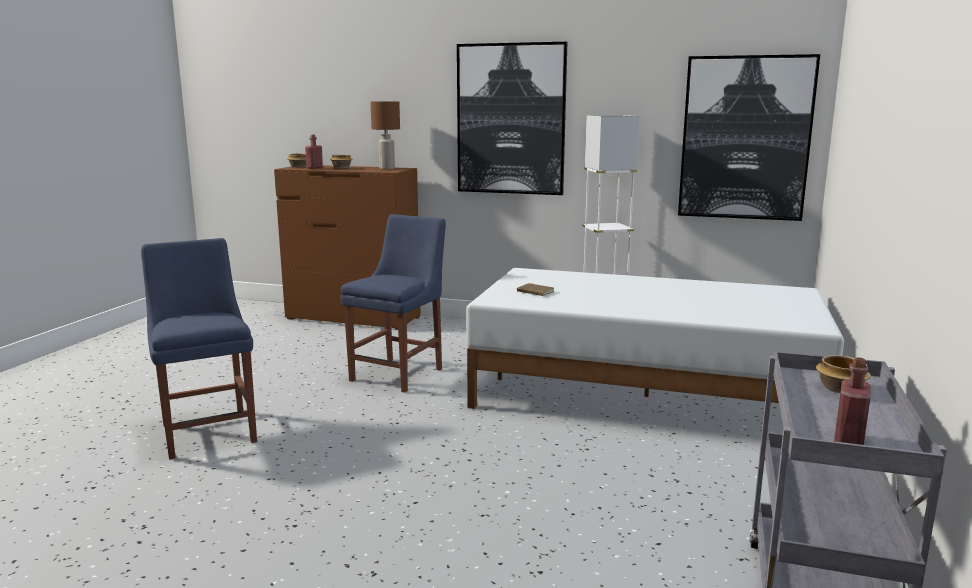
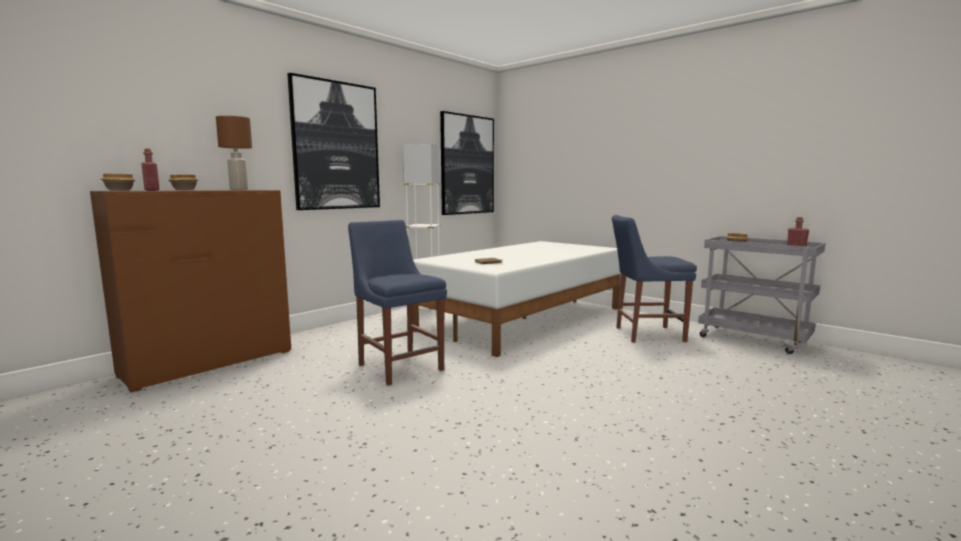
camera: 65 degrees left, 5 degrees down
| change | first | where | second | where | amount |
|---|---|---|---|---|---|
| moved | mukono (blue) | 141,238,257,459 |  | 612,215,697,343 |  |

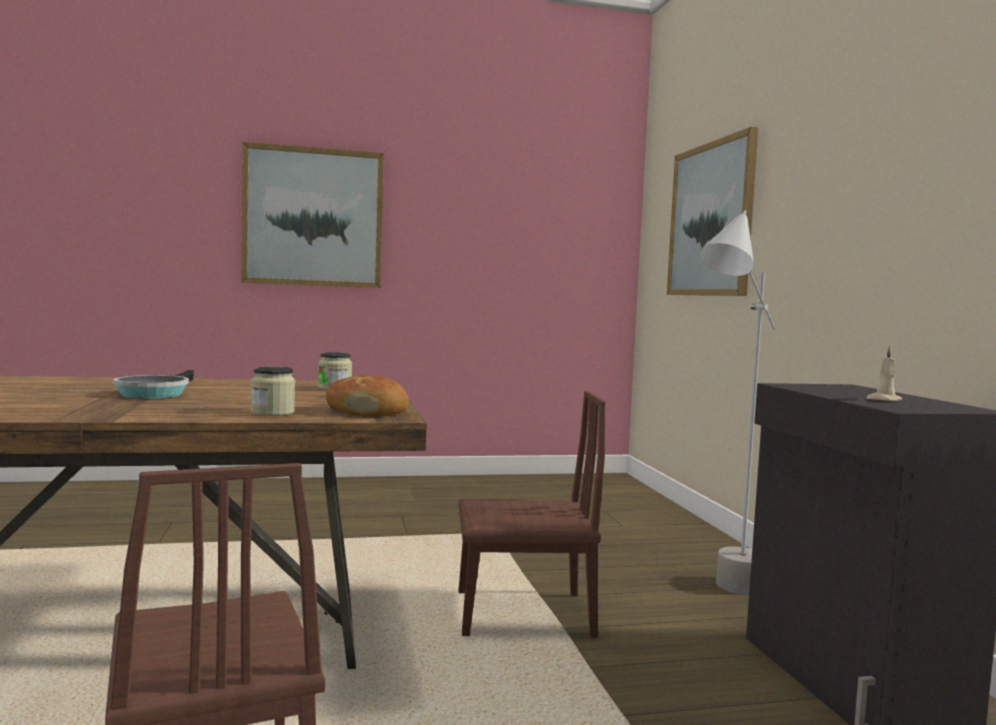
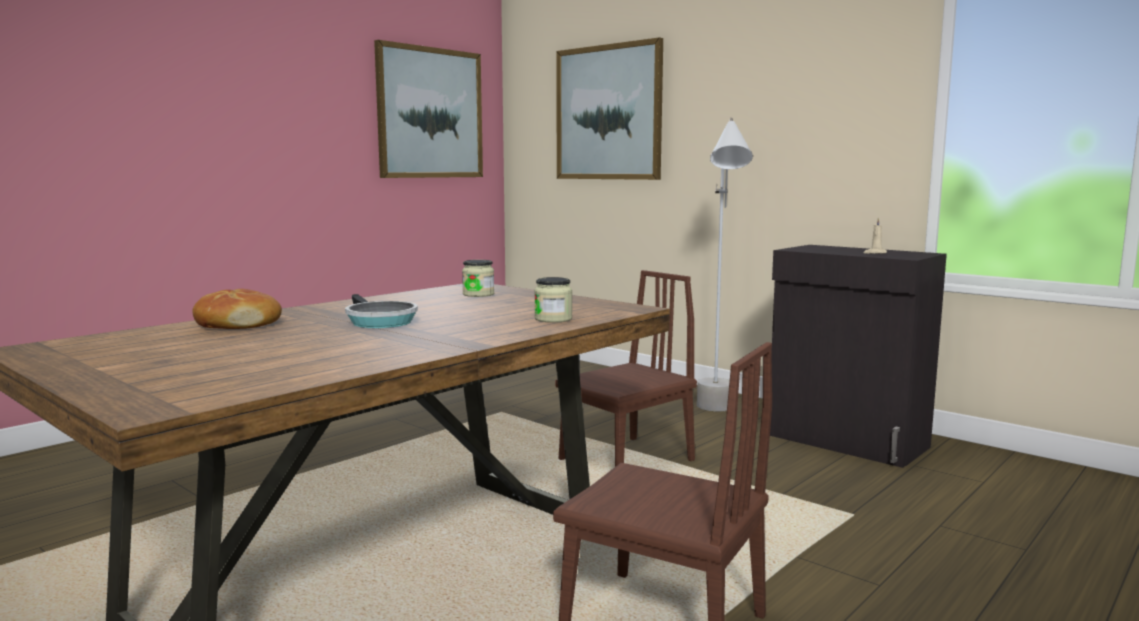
camera: 35 degrees left, 5 degrees up
| change | first | where | second | where | amount |
|---|---|---|---|---|---|
| moved | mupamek | 241,142,384,288 |  | 374,40,483,178 |  |
| moved | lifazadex | 326,375,409,416 |  | 192,289,282,329 |  |

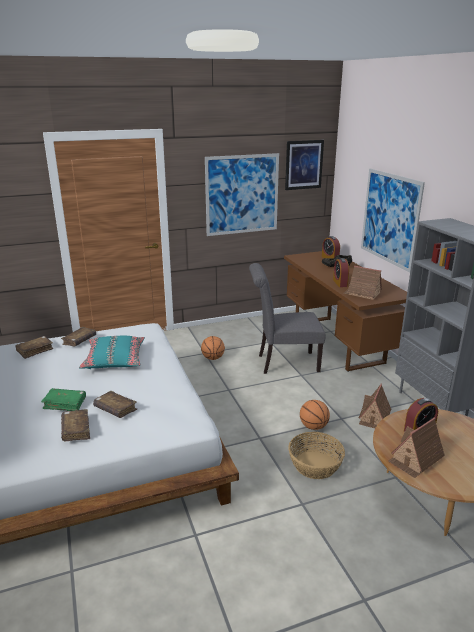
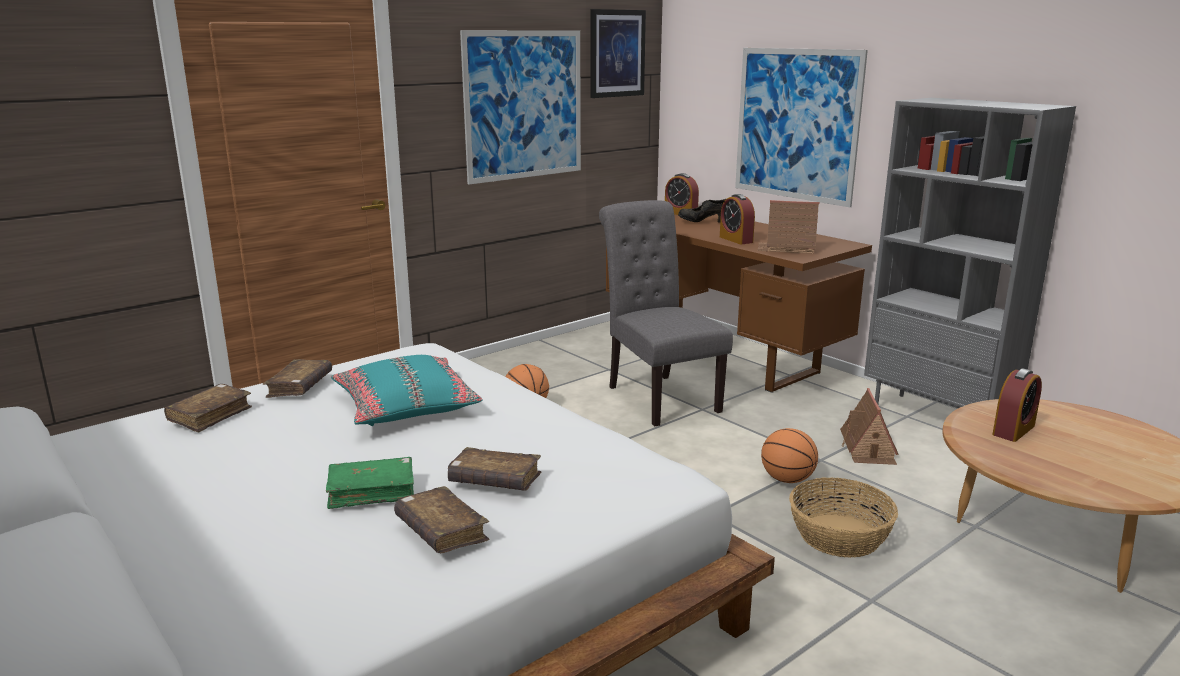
camera: 20 degrees left, 5 degrees down
| change | first | where | second | where | amount |
|---|---|---|---|---|---|
| turned | mukono (grey) | 249,263,326,374 |  | 599,200,733,426 | 90 degrees clockwise |
| removed | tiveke | 388,417,445,478 |  |  |  |

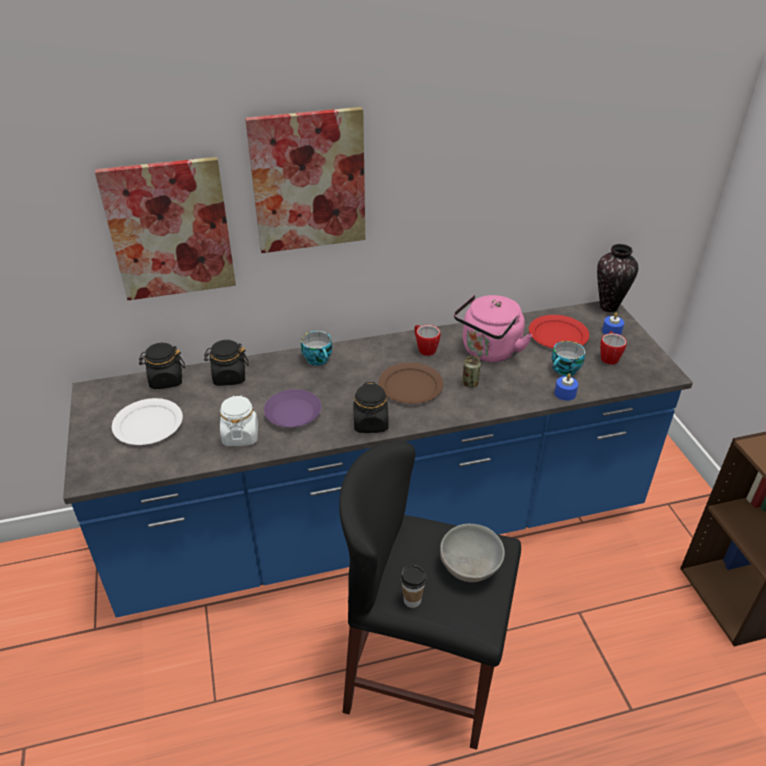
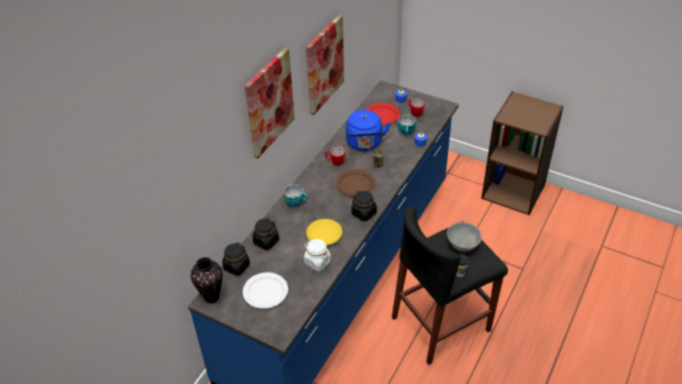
camera: 45 degrees left, 5 degrees up
| change | first | where | second | where | amount |
|---|---|---|---|---|---|
| moved | mupamek | 95,157,236,300 |  | 306,15,344,115 |  |
| recoloured | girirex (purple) | 264,389,321,427 | girirex (yellow) | 306,219,342,245 |  |
| recoloured | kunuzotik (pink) | 454,295,532,362 | kunuzotik (blue) | 346,110,390,151 |  |
| moved | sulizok | 597,244,638,312 |  | 191,257,223,303 |  |

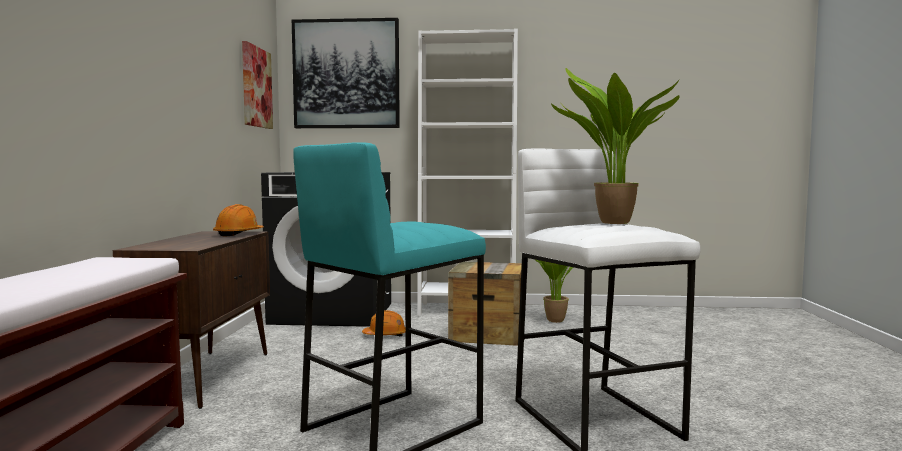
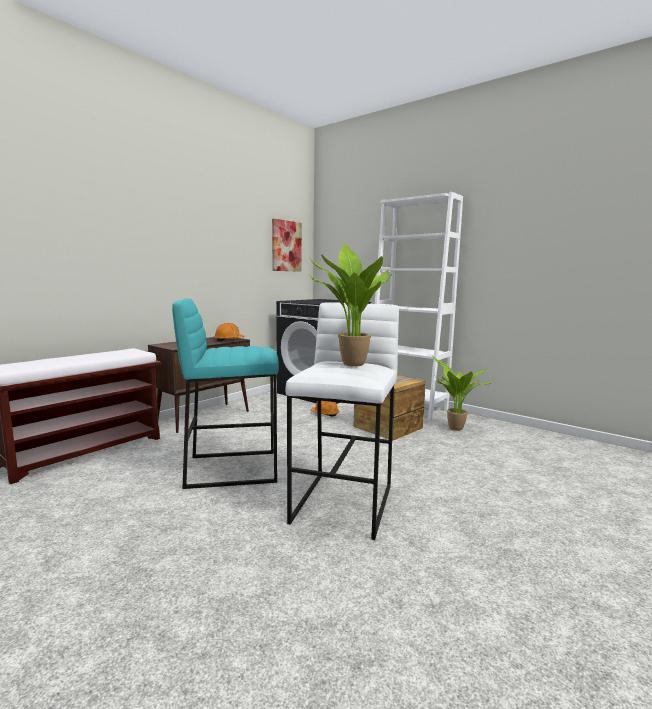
camera: 35 degrees right, 5 degrees up
| change | first | where | second | where | amount |
|---|---|---|---|---|---|
| removed | mupamek | 292,18,400,128 |  |  |  |

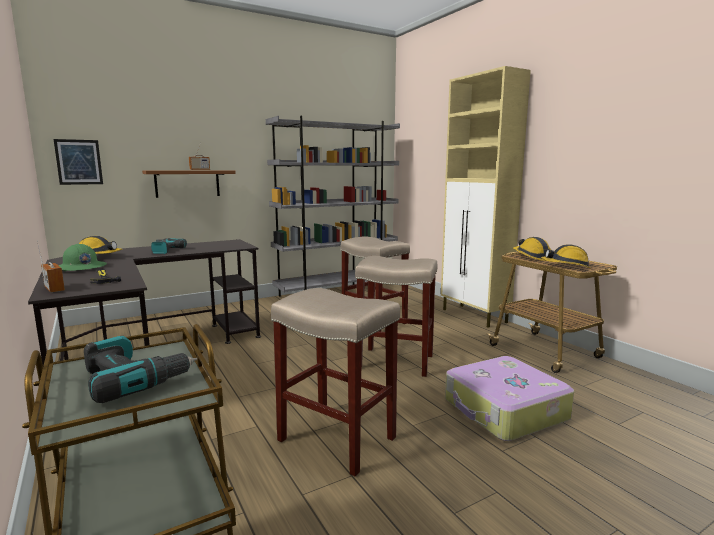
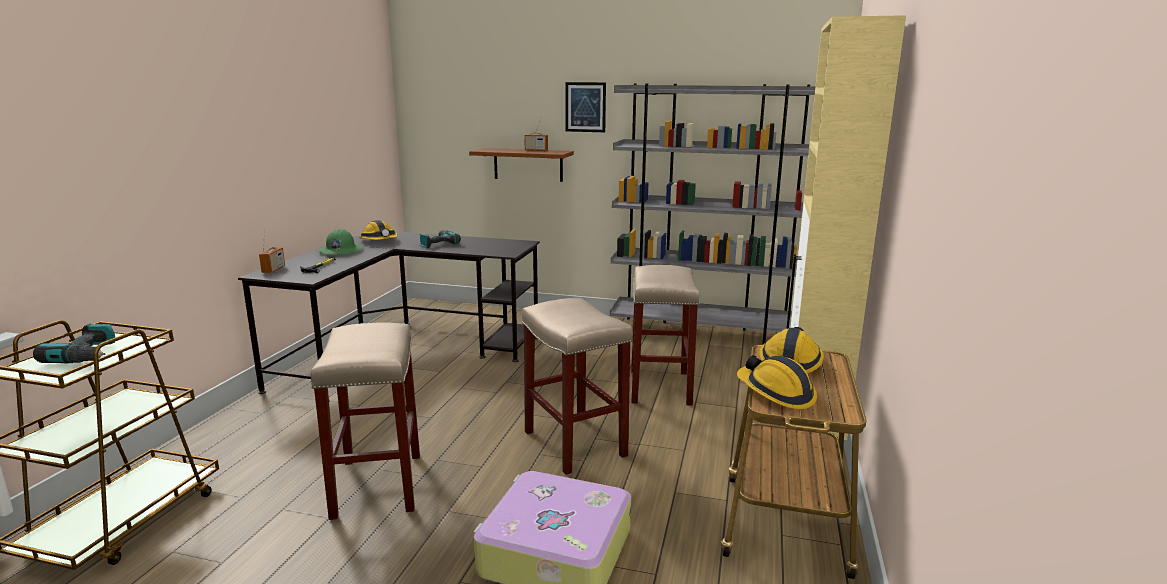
camera: 45 degrees right, 5 degrees up
| change | first | where | second | where | amount |
|---|---|---|---|---|---|
| moved | mupamek | 54,139,103,185 |  | 565,82,606,132 |  |

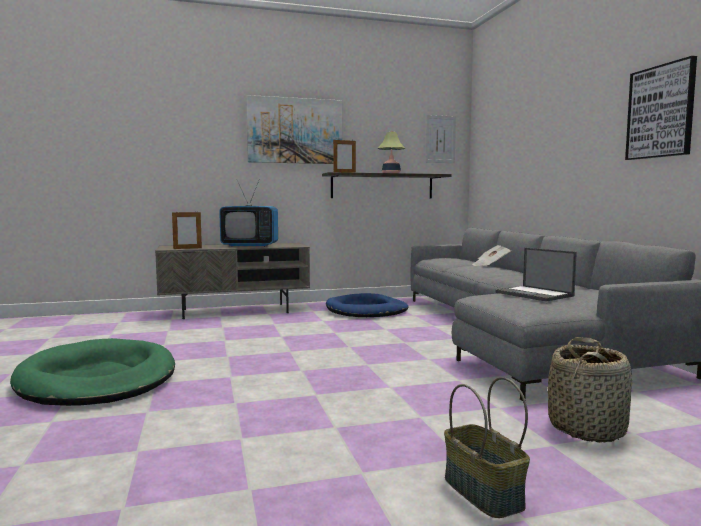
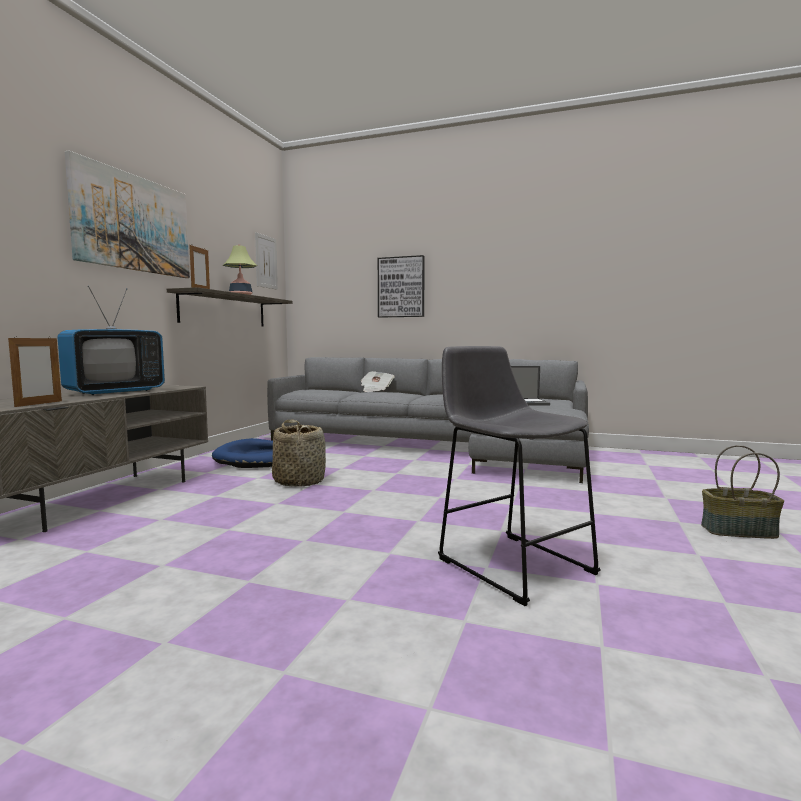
camera: 55 degrees left, 0 degrees up
| change | first | where | second | where | amount |
|---|---|---|---|---|---|
| removed | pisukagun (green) | 10,338,175,406 |  |  |  |
| moved | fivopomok | 548,337,632,443 |  | 272,420,326,487 |  |
| moved | mupamek | 625,56,697,160 |  | 378,255,425,318 |  |
| added |  |  | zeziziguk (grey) | 438,346,601,606 |  |

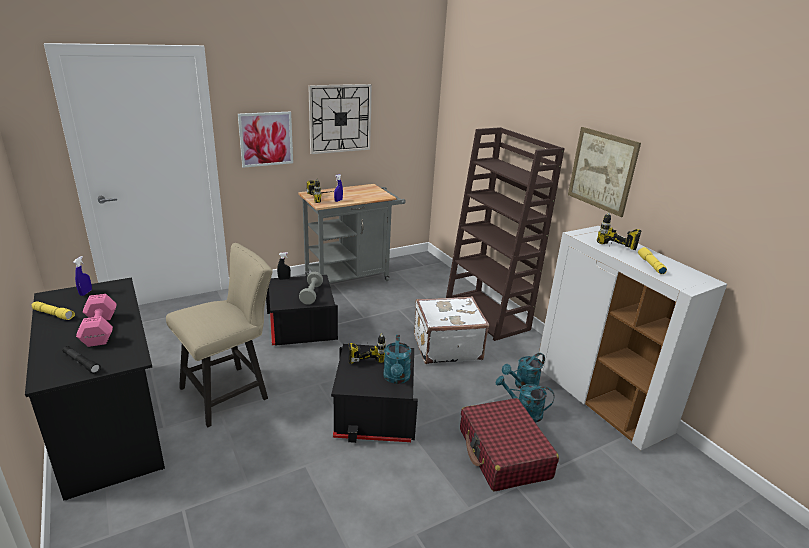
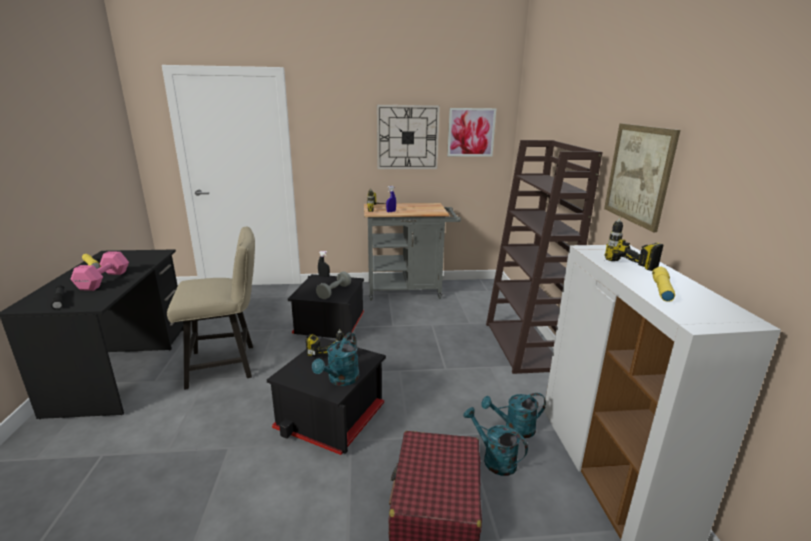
camera: 25 degrees right, 5 degrees down
| change | first | where | second | where | amount |
|---|---|---|---|---|---|
| removed | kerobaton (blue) | 73,256,92,296 |  |  |  |
| moved | mupamek | 238,112,293,168 |  | 447,108,496,156 |  |
| removed | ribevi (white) | 414,296,489,364 |  |  |  |

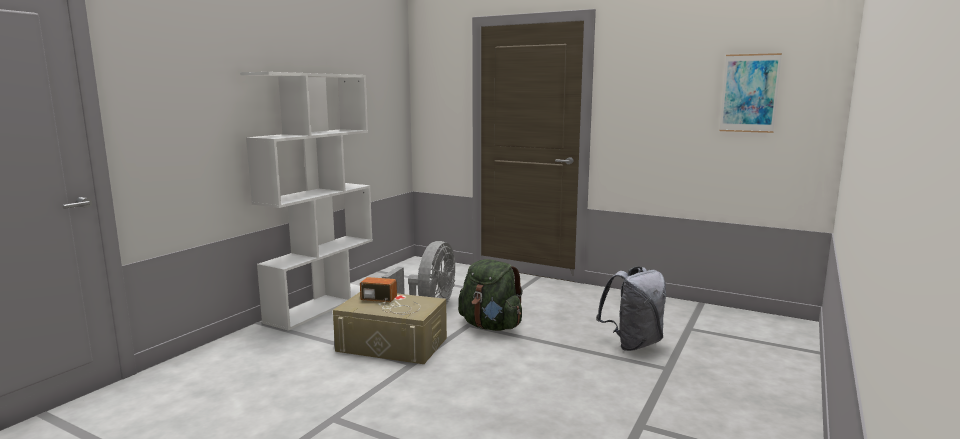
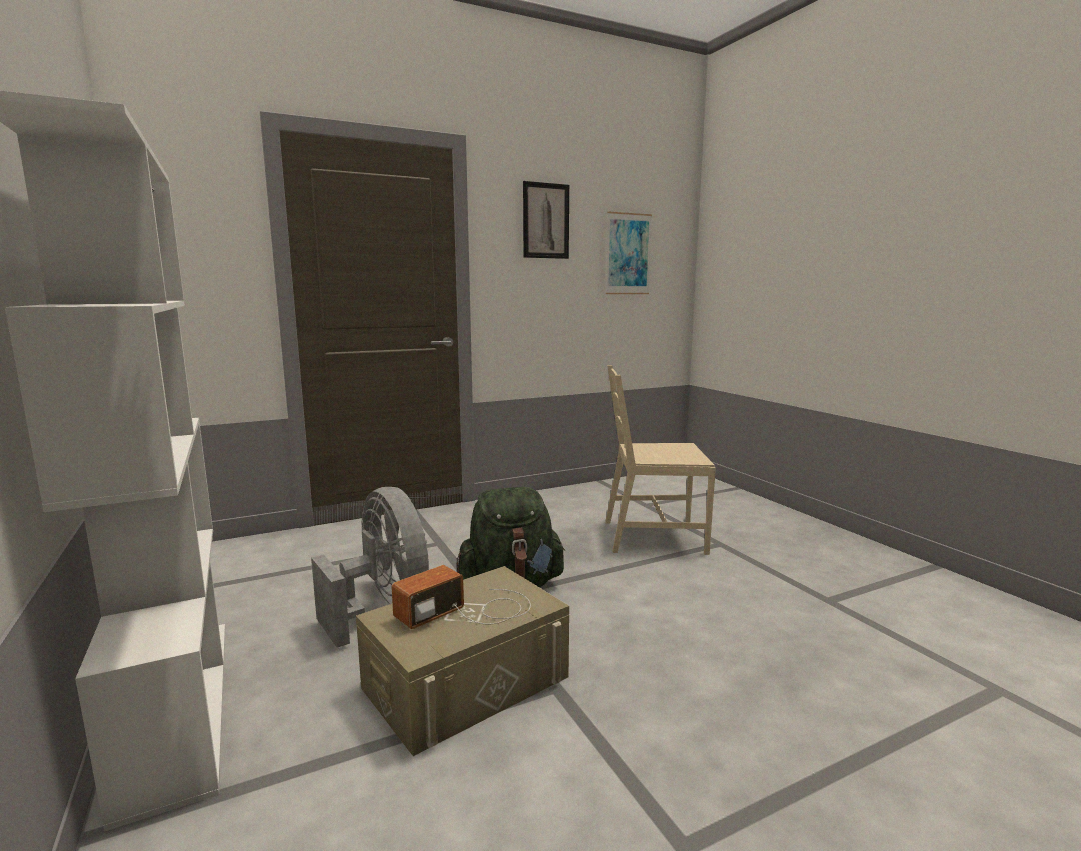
camera: 55 degrees left, 0 degrees up
| change | first | where | second | where | amount |
|---|---|---|---|---|---|
| replaced | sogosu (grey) | 596,266,666,351 | mukono (beige) | 605,365,716,555 |  |
| added |  |  | mupamek | 523,181,569,259 |  |

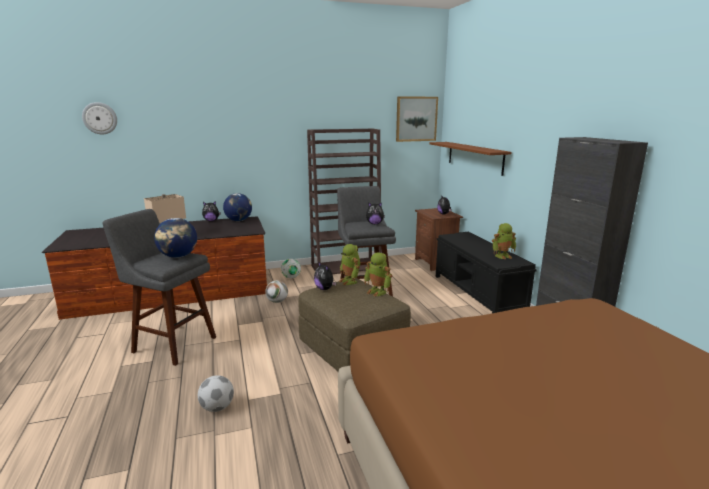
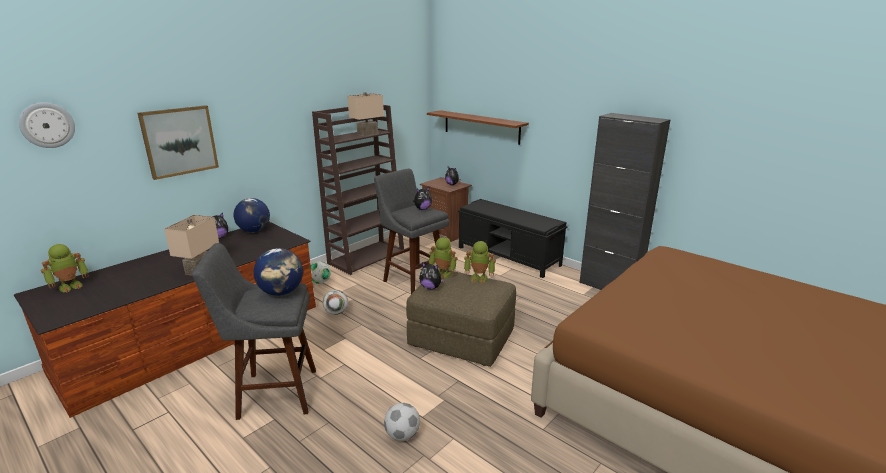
camera: 30 degrees left, 5 degrees up
| change | first | where | second | where | amount |
|---|---|---|---|---|---|
| moved | mupamek | 396,96,438,142 |  | 137,105,219,180 |  |
| moved | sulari | 492,223,516,260 |  | 41,244,89,293 |  |
| added |  |  | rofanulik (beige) | 347,92,384,136 |  |

